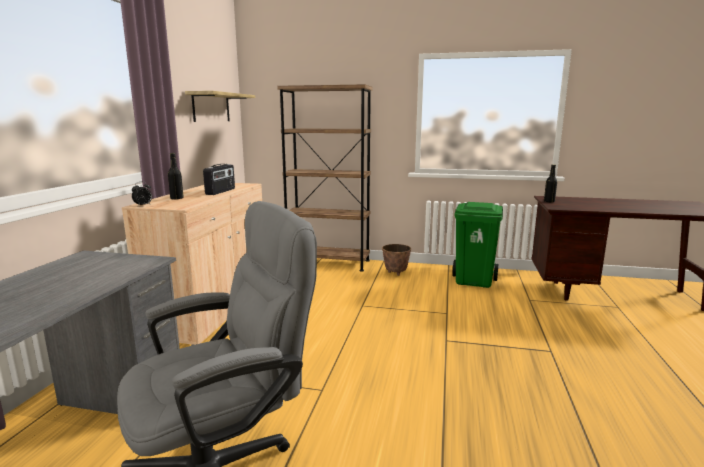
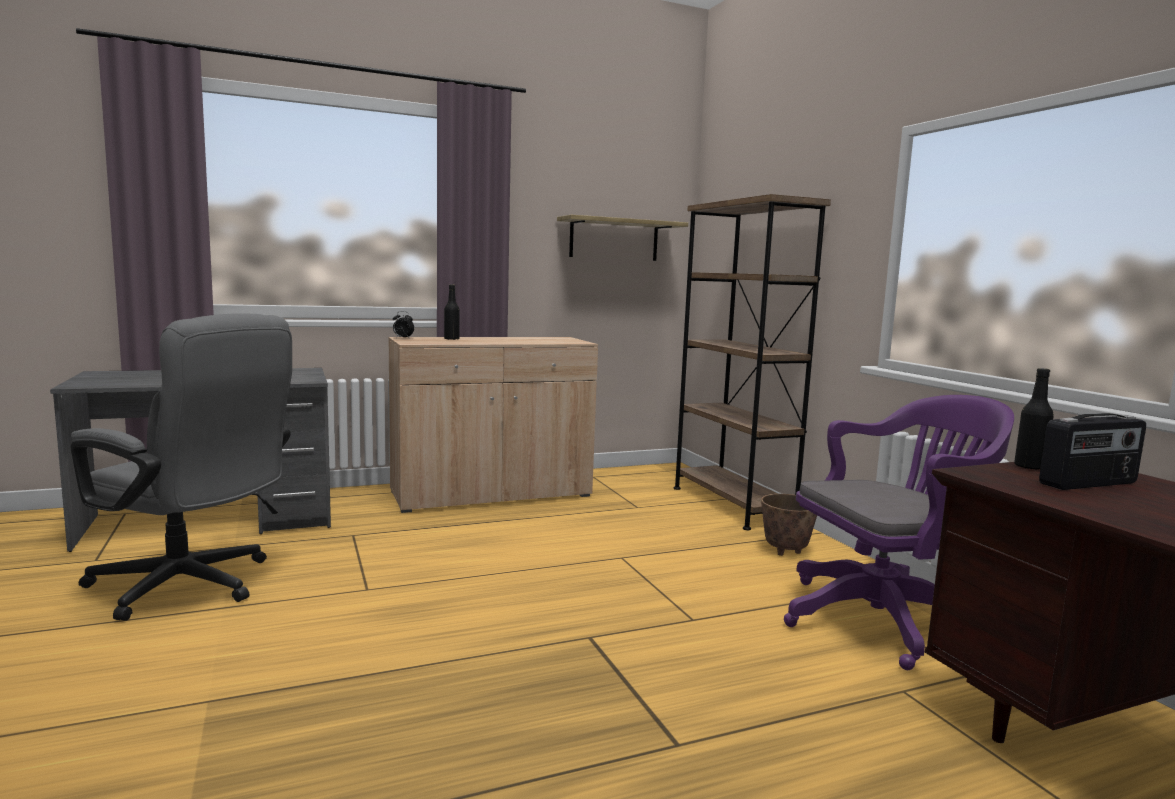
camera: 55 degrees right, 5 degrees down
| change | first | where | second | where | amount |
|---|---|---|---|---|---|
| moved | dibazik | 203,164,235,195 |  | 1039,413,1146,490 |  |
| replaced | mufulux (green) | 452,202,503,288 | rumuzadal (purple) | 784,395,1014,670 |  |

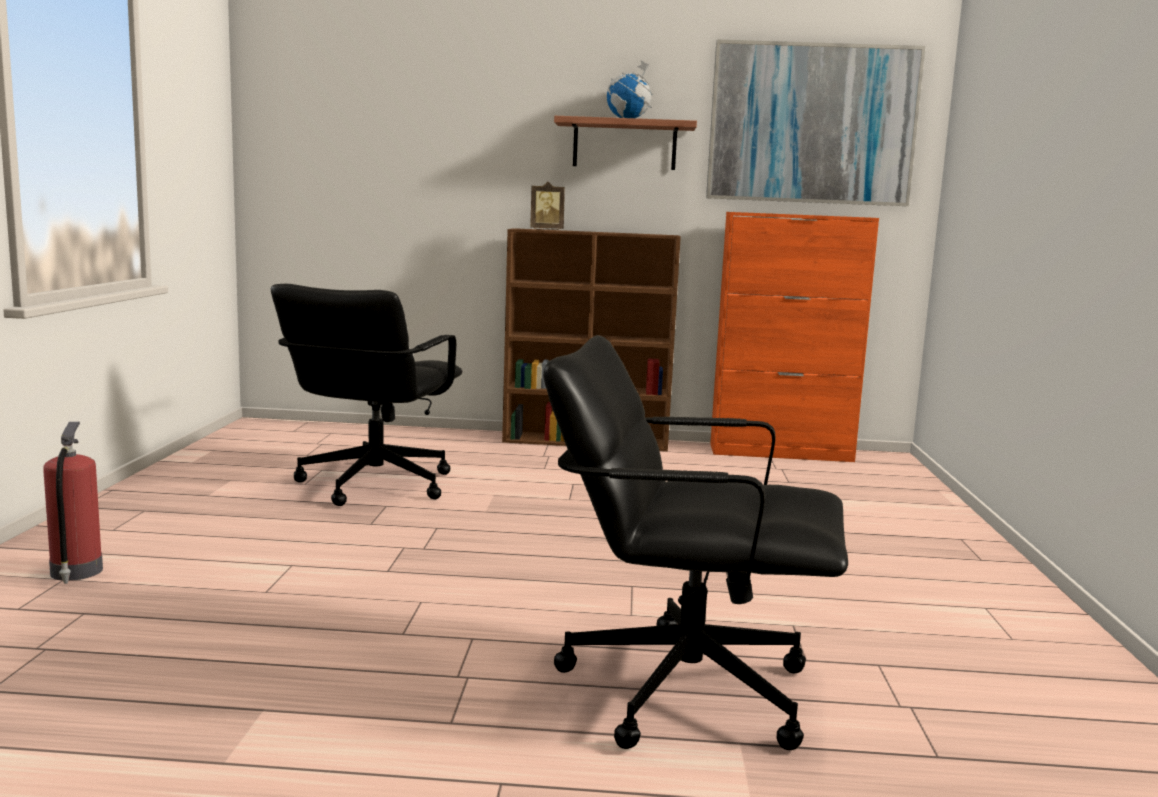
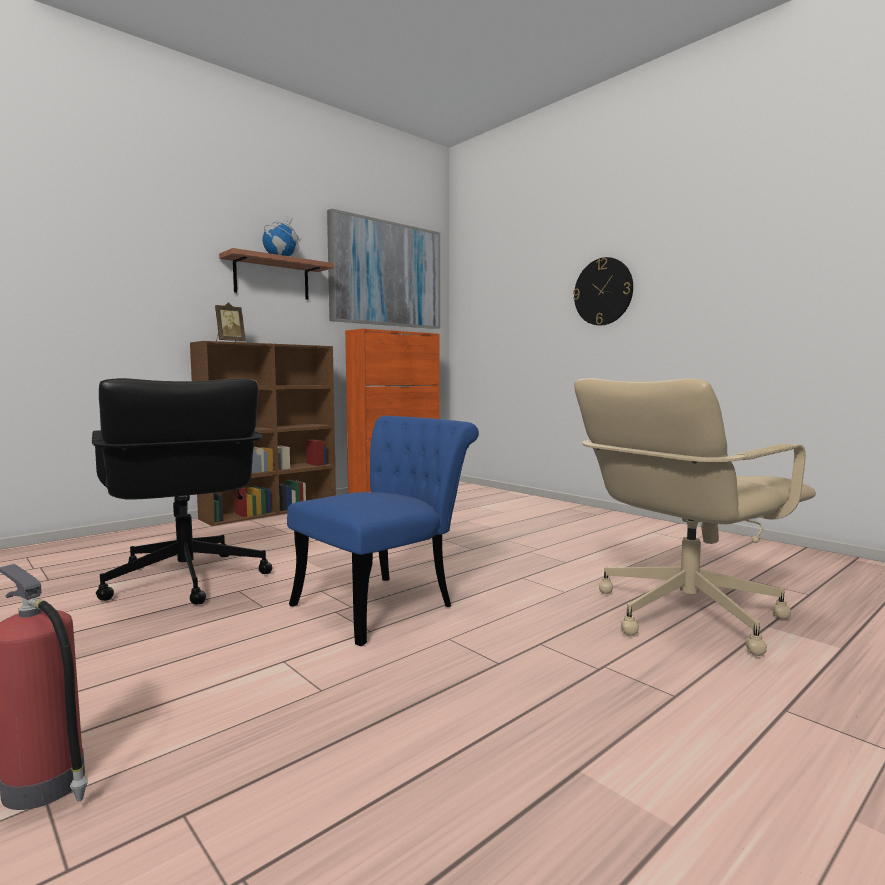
camera: 45 degrees left, 5 degrees down
| change | first | where | second | where | amount |
|---|---|---|---|---|---|
| recoloured | rumuzadal (black) | 543,335,848,750 | rumuzadal (beige) | 574,378,816,656 |  |
| added |  |  | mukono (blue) | 287,416,479,646 |  |
| added |  |  | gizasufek | 573,257,633,325 |  |

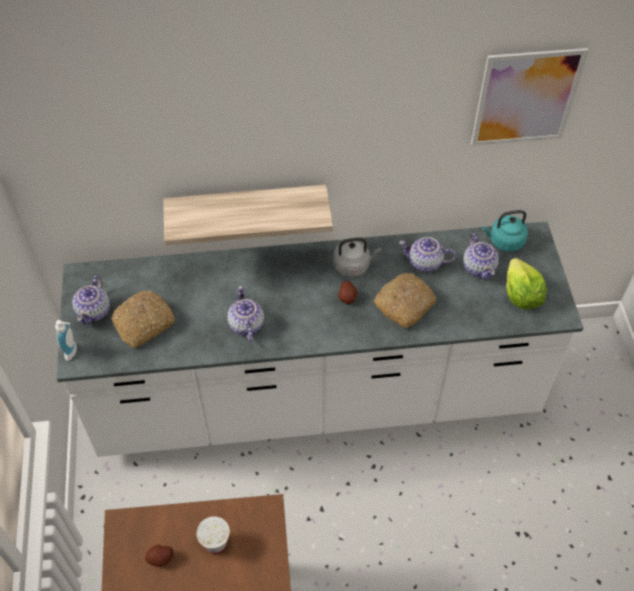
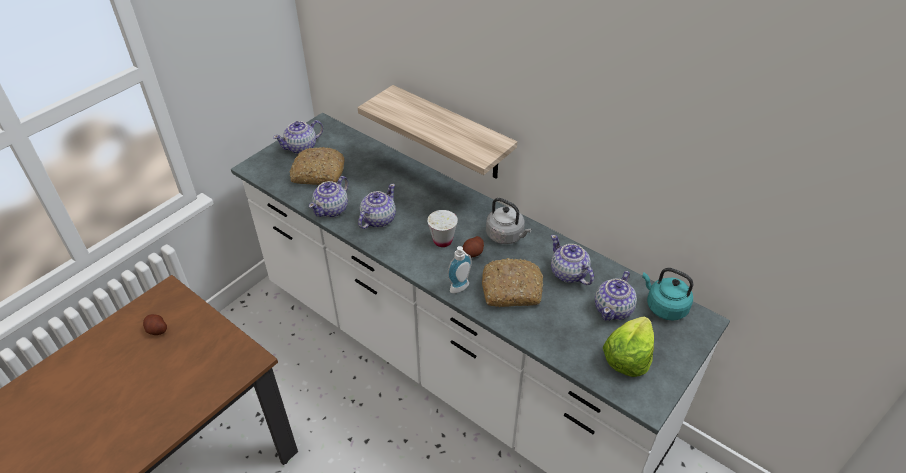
camera: 45 degrees right, 10 degrees down
| change | first | where | second | where | amount |
|---|---|---|---|---|---|
| moved | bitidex | 55,320,77,361 |  | 447,246,472,293 |  |
| moved | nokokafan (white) | 196,516,230,554 |  | 427,210,458,247 |  |
| removed | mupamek | 471,48,588,146 |  |  |  |
| added |  |  | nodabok | 309,176,349,217 |  |

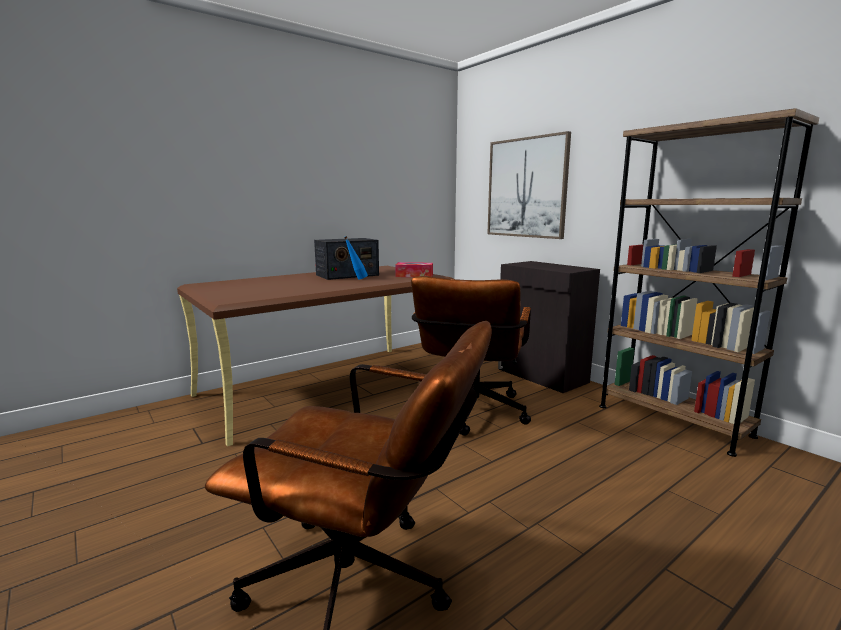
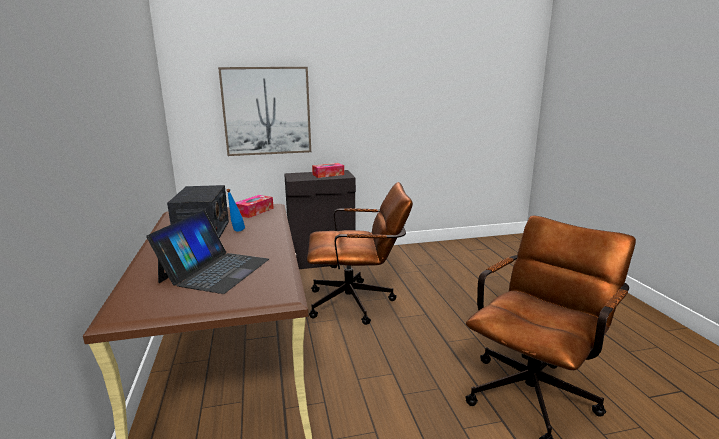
camera: 65 degrees left, 5 degrees up
| change | first | where | second | where | amount |
|---|---|---|---|---|---|
| turned | rumuzadal (brown) | 411,276,531,436 |  | 307,182,413,325 | 45 degrees counterclockwise |
| removed | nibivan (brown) | 599,108,819,457 |  |  |  |
| added |  |  | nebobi | 146,210,269,294 |  |
| added |  |  | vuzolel | 312,163,344,178 |  |

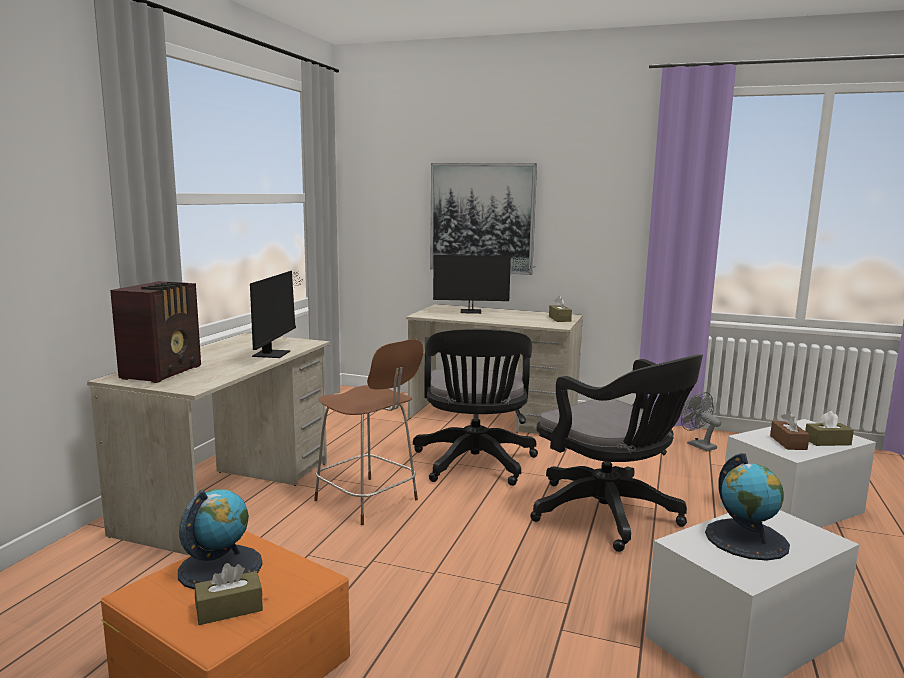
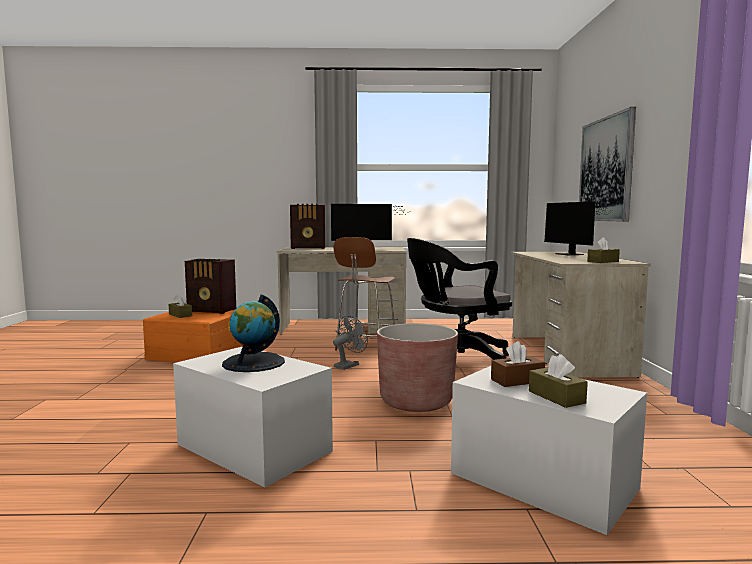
camera: 70 degrees right, 5 degrees down
| change | first | where | second | where | amount |
|---|---|---|---|---|---|
| replaced | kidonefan | 178,489,263,590 | dibazik | 185,259,236,314 |  |
| replaced | rumuzadal (black) | 530,354,703,552 | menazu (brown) | 377,323,458,412 |  |
| moved | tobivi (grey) | 681,392,721,451 |  | 333,315,368,370 |  |

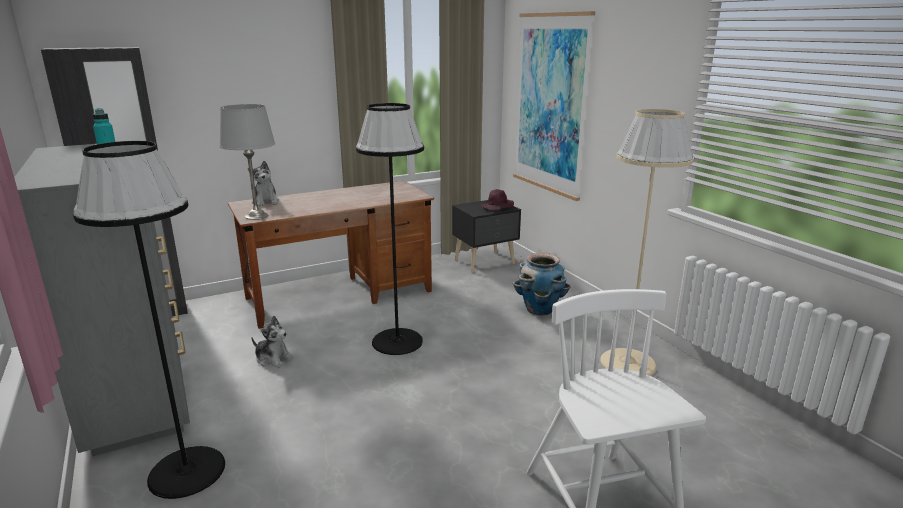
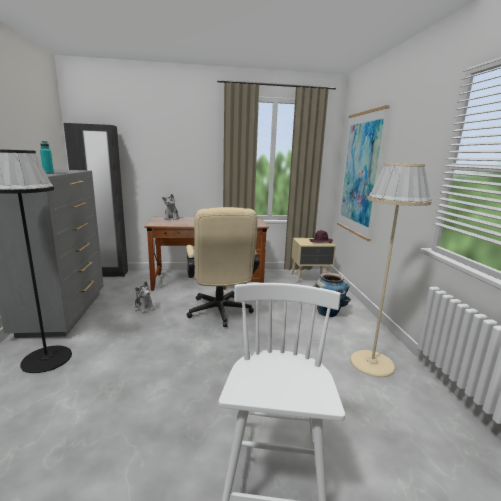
camera: 20 degrees right, 5 degrees down
| change | first | where | second | where | amount |
|---|---|---|---|---|---|
| removed | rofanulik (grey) | 219,104,275,220 |  |  |  |
| replaced | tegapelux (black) | 356,103,424,355 | rumuzadal (beige) | 186,207,259,327 |  |
| recoloured | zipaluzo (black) | 452,200,521,273 | zipaluzo (beige) | 291,238,336,283 |  |

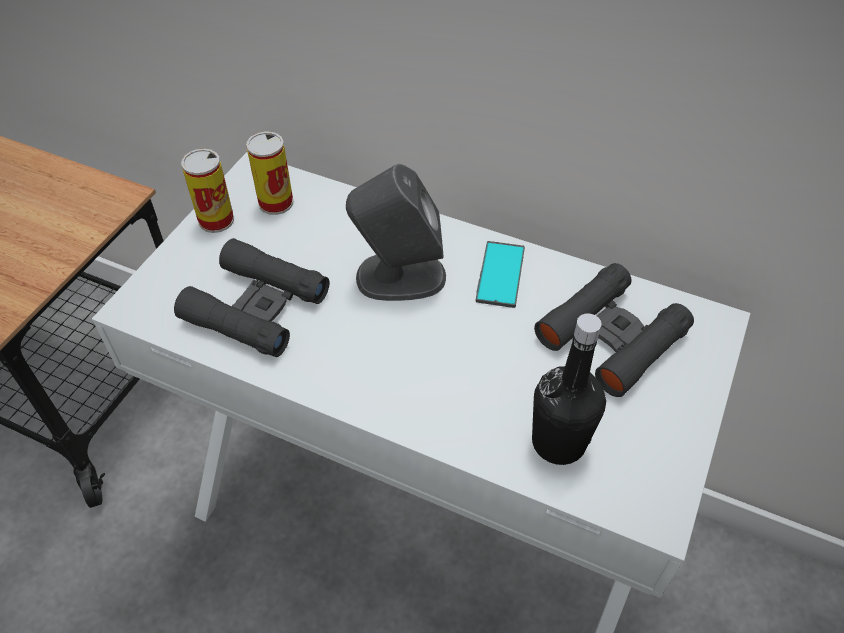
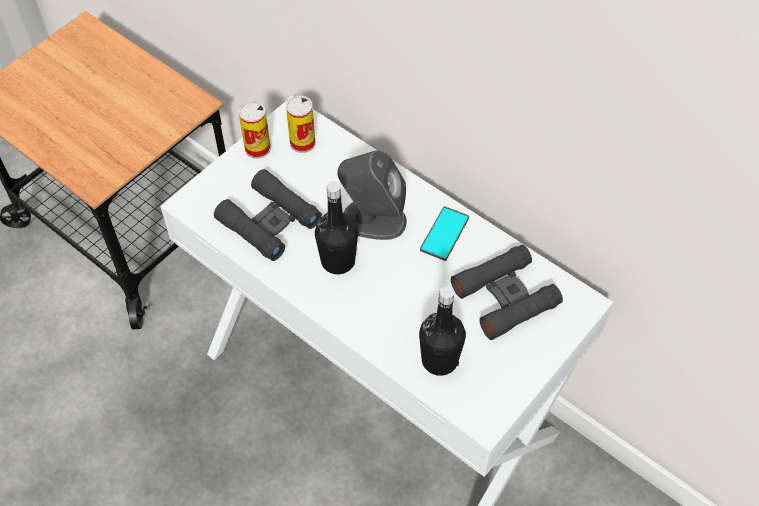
camera: 15 degrees right, 5 degrees up
| change | first | where | second | where | amount |
|---|---|---|---|---|---|
| added |  |  | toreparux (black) | 315,181,358,274 |  |

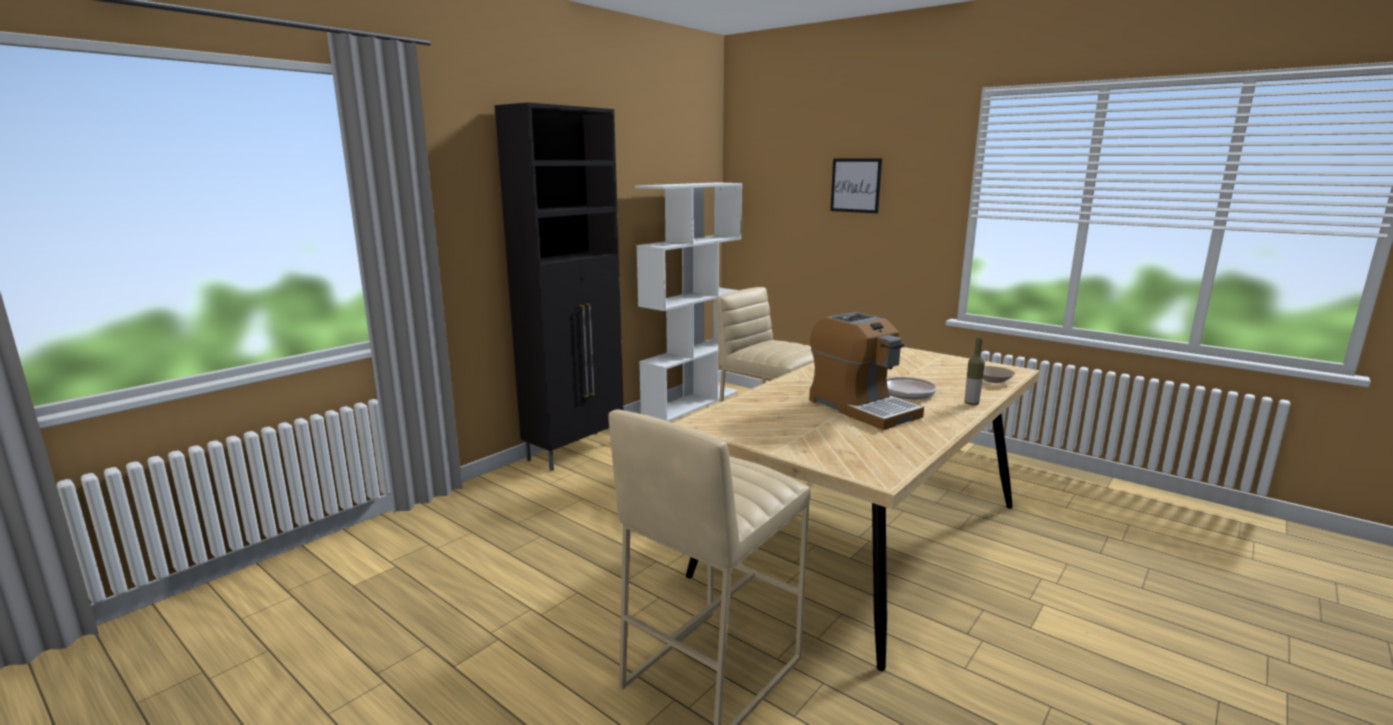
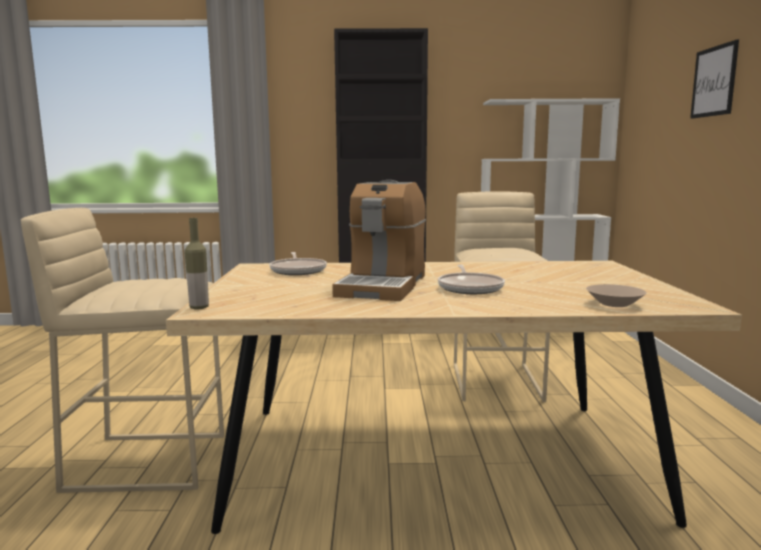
camera: 50 degrees right, 5 degrees down
| change | first | where | second | where | amount |
|---|---|---|---|---|---|
| moved | toreparux | 965,338,985,405 |  | 184,218,209,310 |  |
| added |  |  | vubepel | 269,252,327,275 |  |

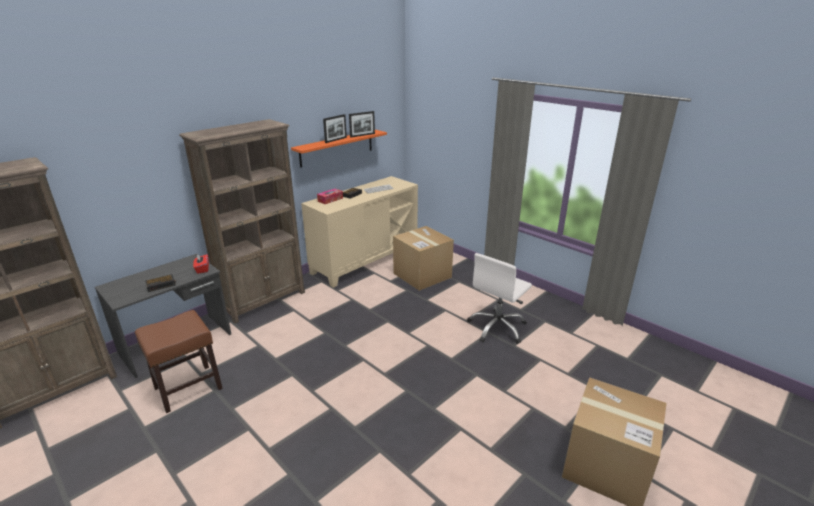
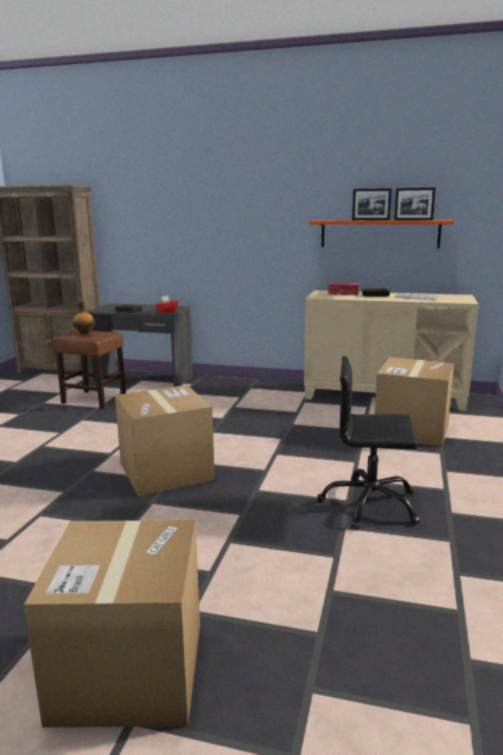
camera: 60 degrees right, 10 degrees down
| change | first | where | second | where | amount |
|---|---|---|---|---|---|
| removed | nibivan (brown) | 179,119,305,324 |  |  |  |
| recoloured | rumuzadal (white) | 467,253,532,344 | rumuzadal (black) | 317,356,420,530 |  |
| added |  |  | toreparux | 73,300,95,335 |  |
| added |  |  | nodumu | 115,385,215,496 |  |

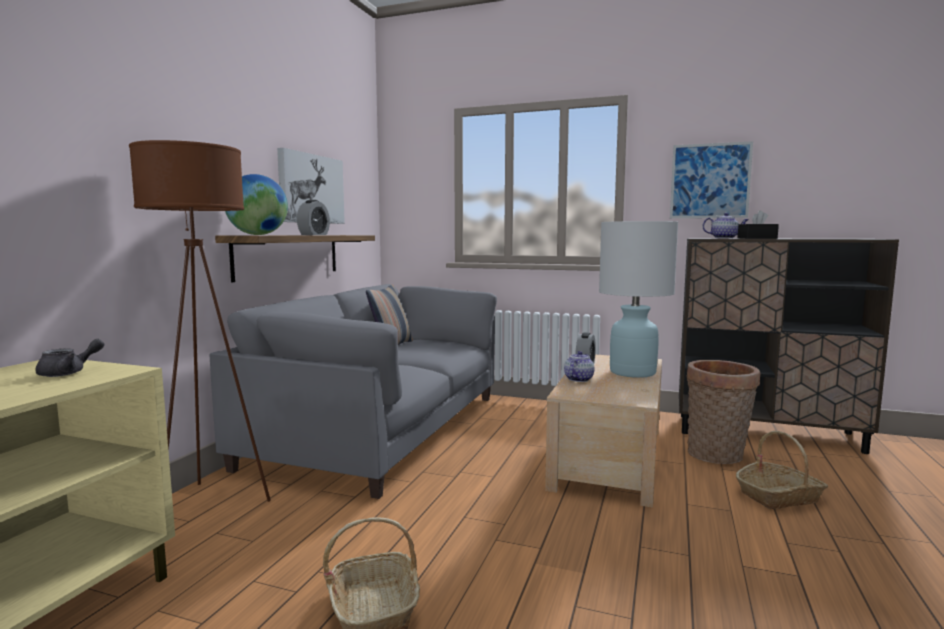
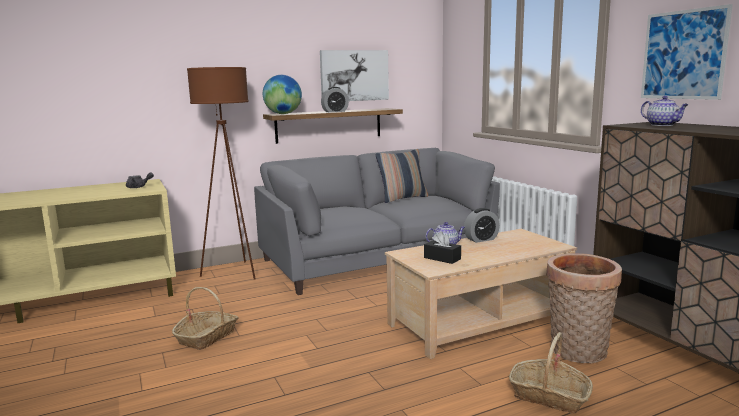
camera: 45 degrees right, 5 degrees up
| change | first | where | second | where | amount |
|---|---|---|---|---|---|
| removed | rofanulik (white) | 599,221,678,378 |  |  |  |
| moved | vuzolel (black) | 738,210,779,239 |  | 424,232,461,264 |  |

